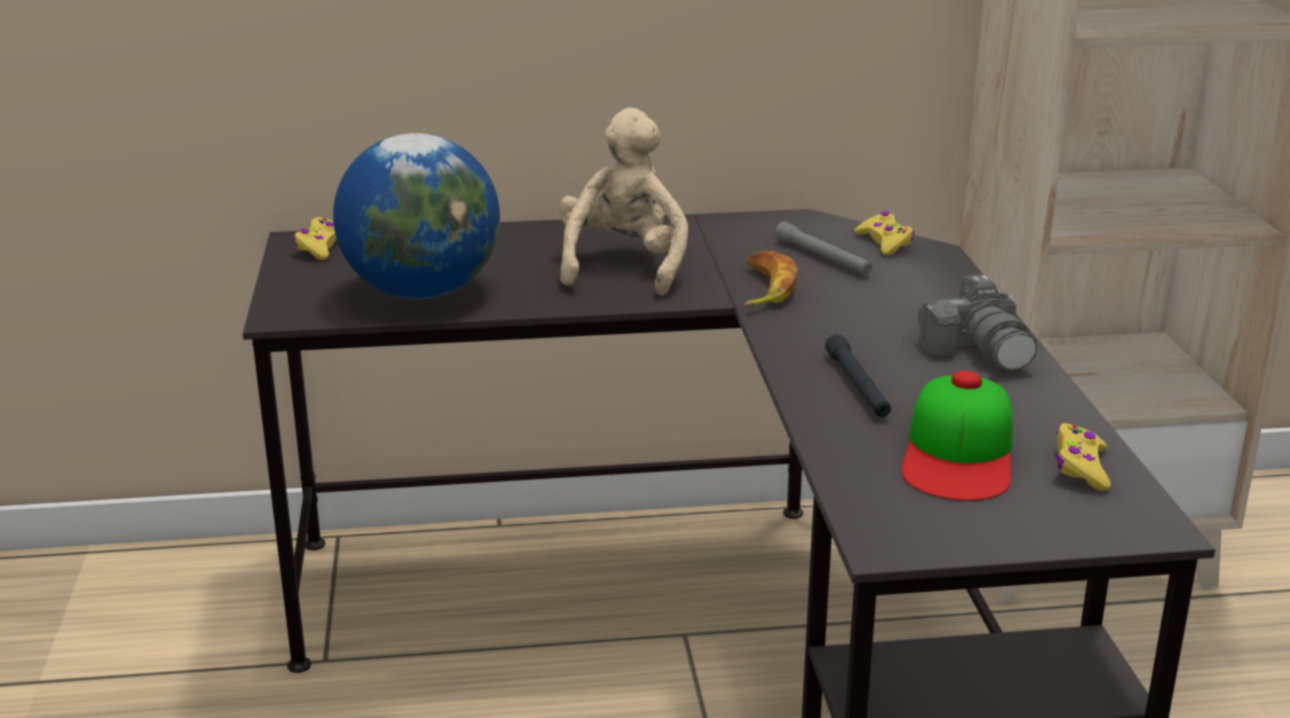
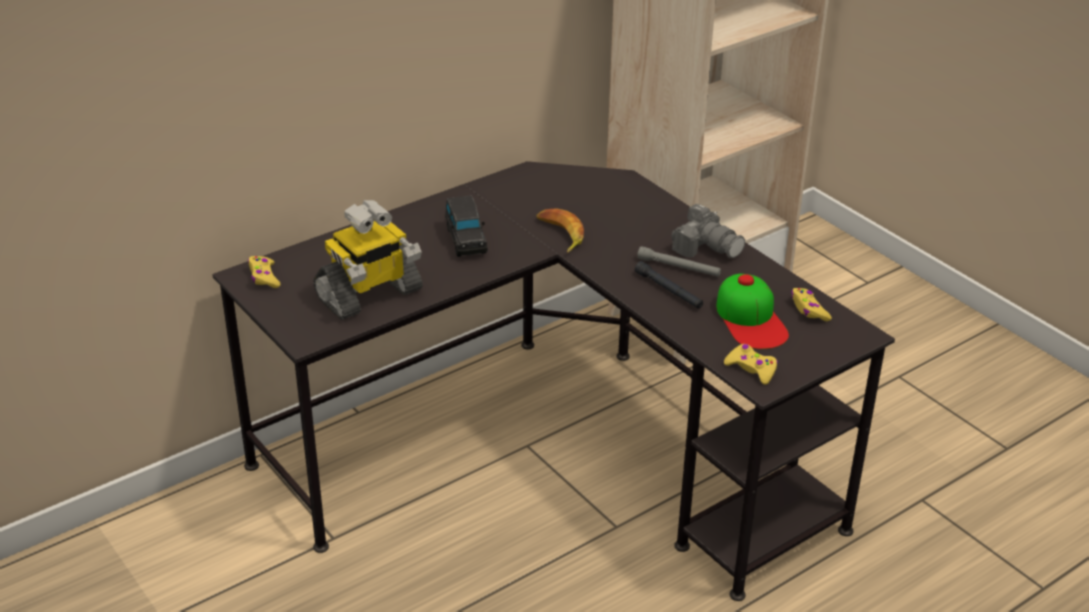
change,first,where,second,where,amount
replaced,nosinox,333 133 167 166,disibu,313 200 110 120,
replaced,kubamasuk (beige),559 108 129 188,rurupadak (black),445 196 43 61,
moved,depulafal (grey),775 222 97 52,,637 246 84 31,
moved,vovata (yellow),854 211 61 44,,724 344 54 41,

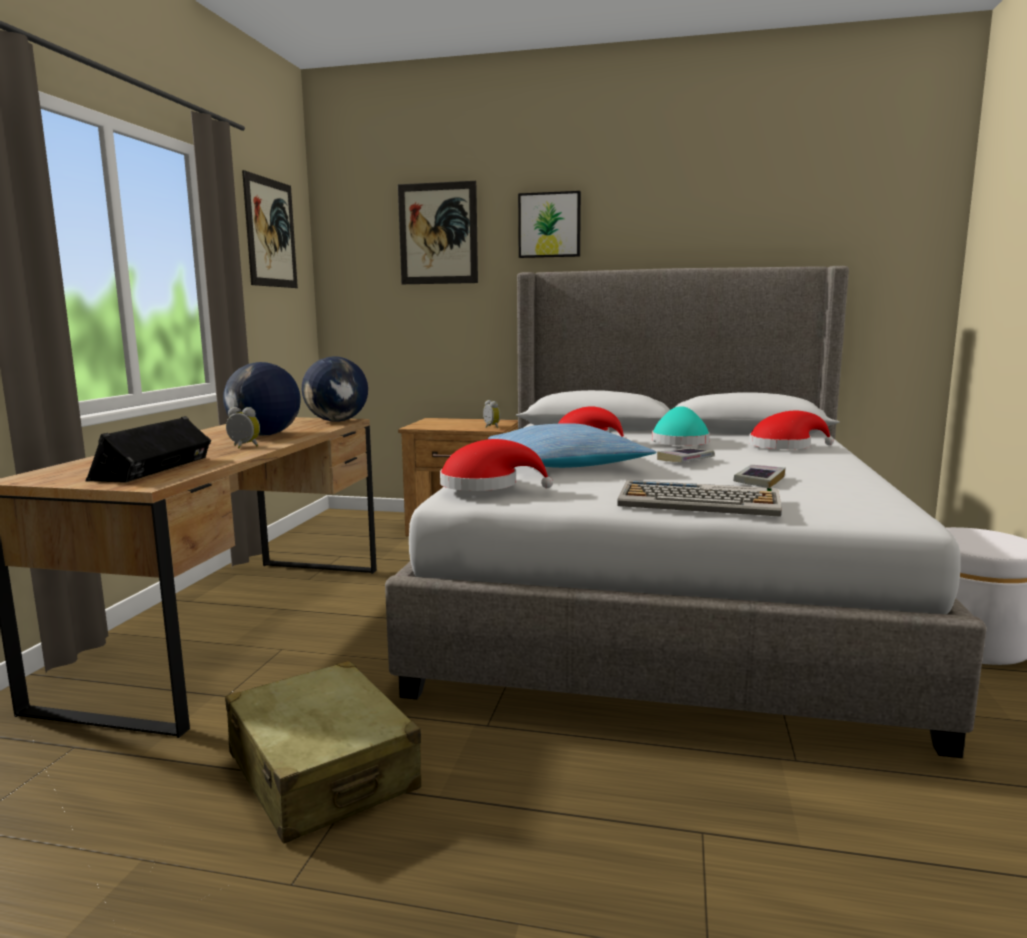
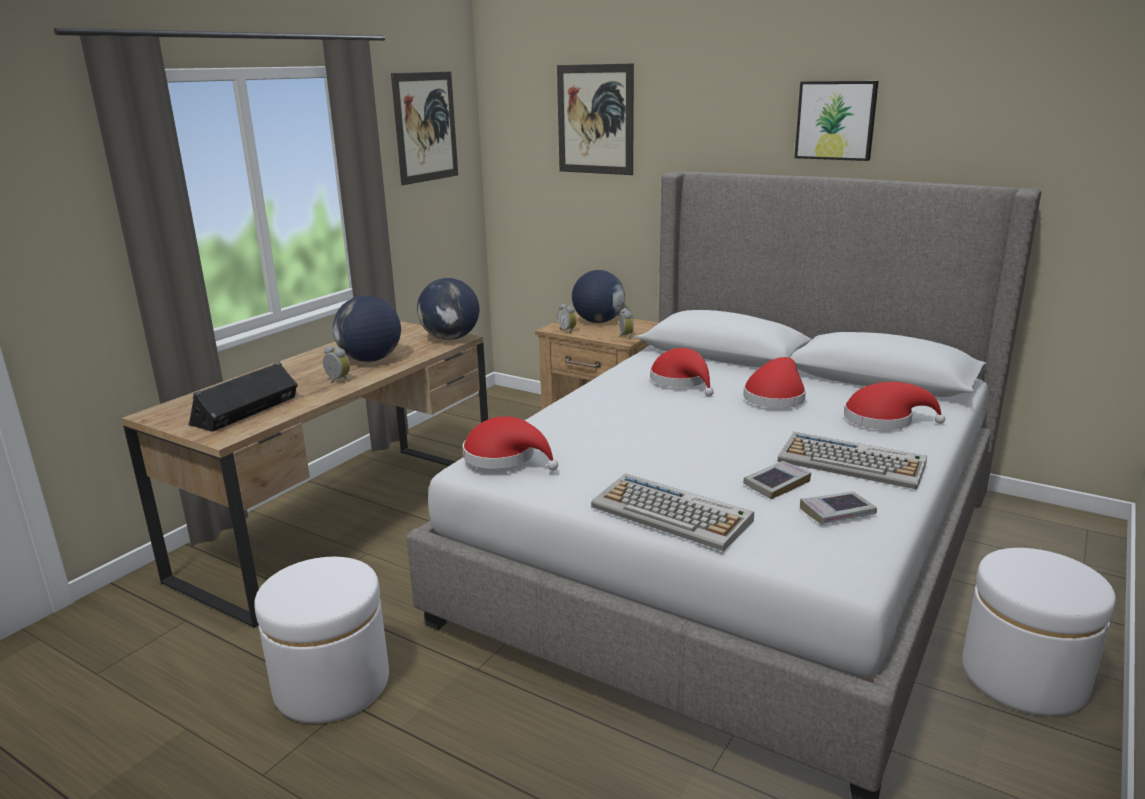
change,first,where,second,where,amount
replaced,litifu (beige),225 660 196 184,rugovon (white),254 557 135 167,
removed,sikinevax,488 423 168 45,,,
moved,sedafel,518 191 63 67,,795 81 84 80,
recoloured,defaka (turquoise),652 406 58 40,defaka (red),743 357 63 51,
moved,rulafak,657 448 58 14,,800 491 77 33,
added,,,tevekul,557 304 20 30,
added,,,nosinox,572 270 53 53,
added,,,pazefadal,778 432 149 58,

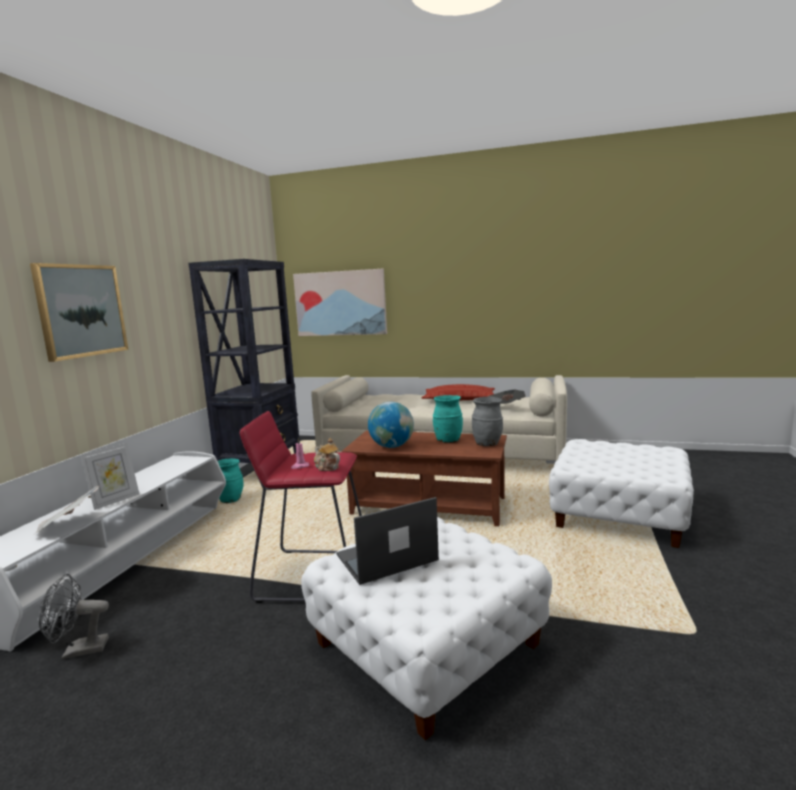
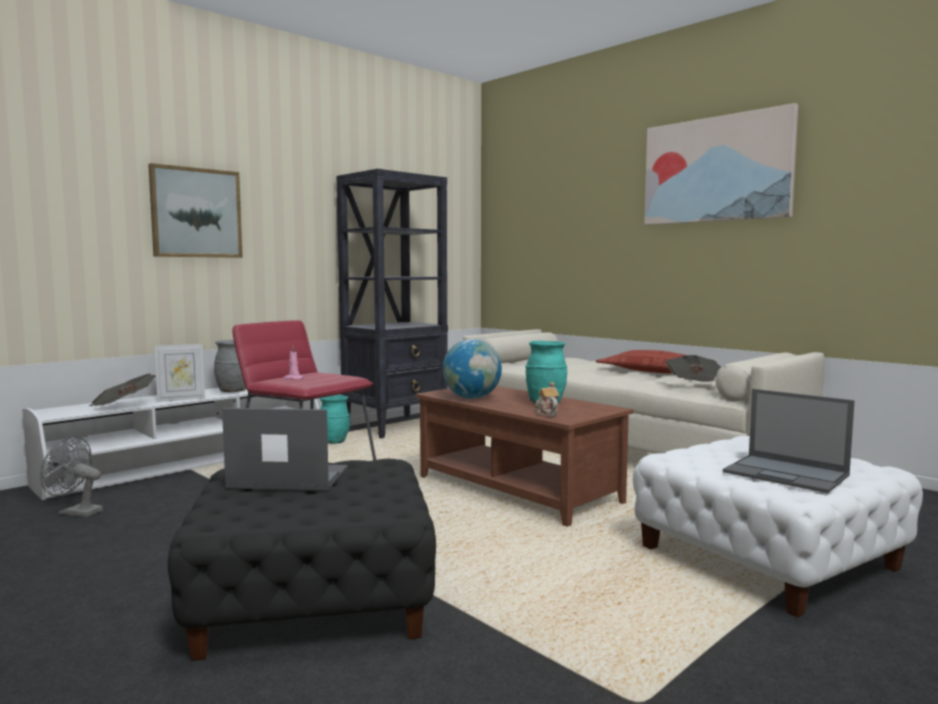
change,first,where,second,where,amount
moved,sedafel,293 269 94 67,,644 103 154 122,
recoloured,rugovon (white),301 517 251 224,rugovon (black),168 459 268 202,
moved,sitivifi,314 438 26 33,,535 382 24 35,
moved,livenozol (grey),472 396 31 50,,214 340 32 52,
added,,,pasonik,723 389 132 104,

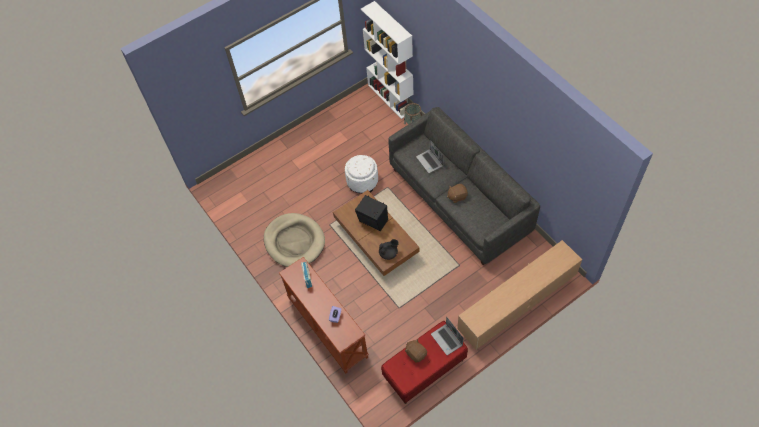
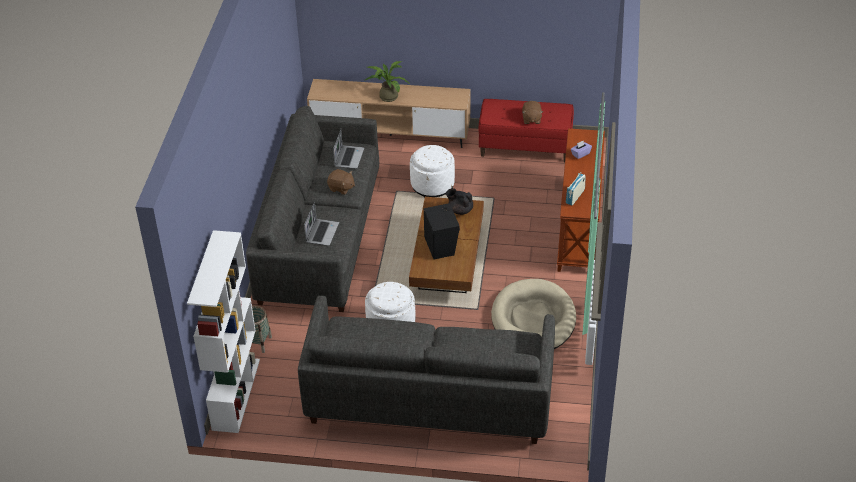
change,first,where,second,where,amount
moved,pasonik,431 317 32 38,,333 129 31 40,
added,,,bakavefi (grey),298 296 257 148,
added,,,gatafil,365 61 45 41,
added,,,rugovon (white),410 145 45 53,

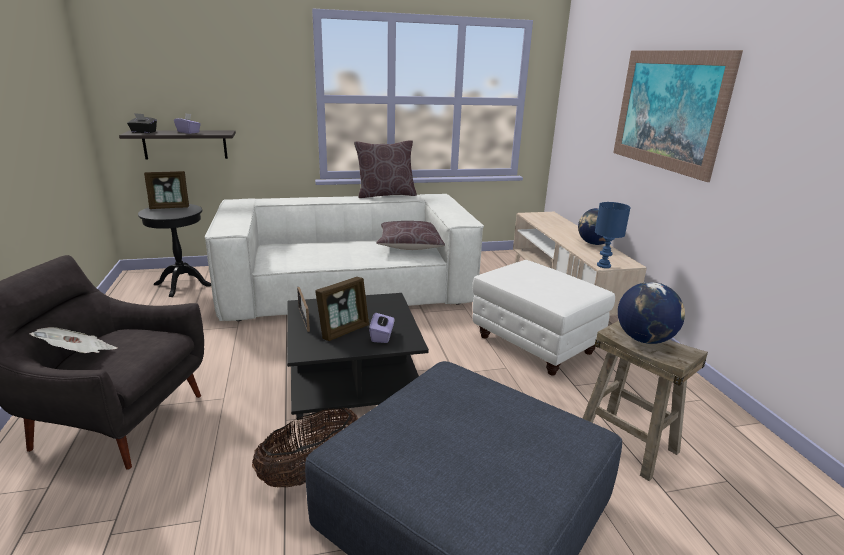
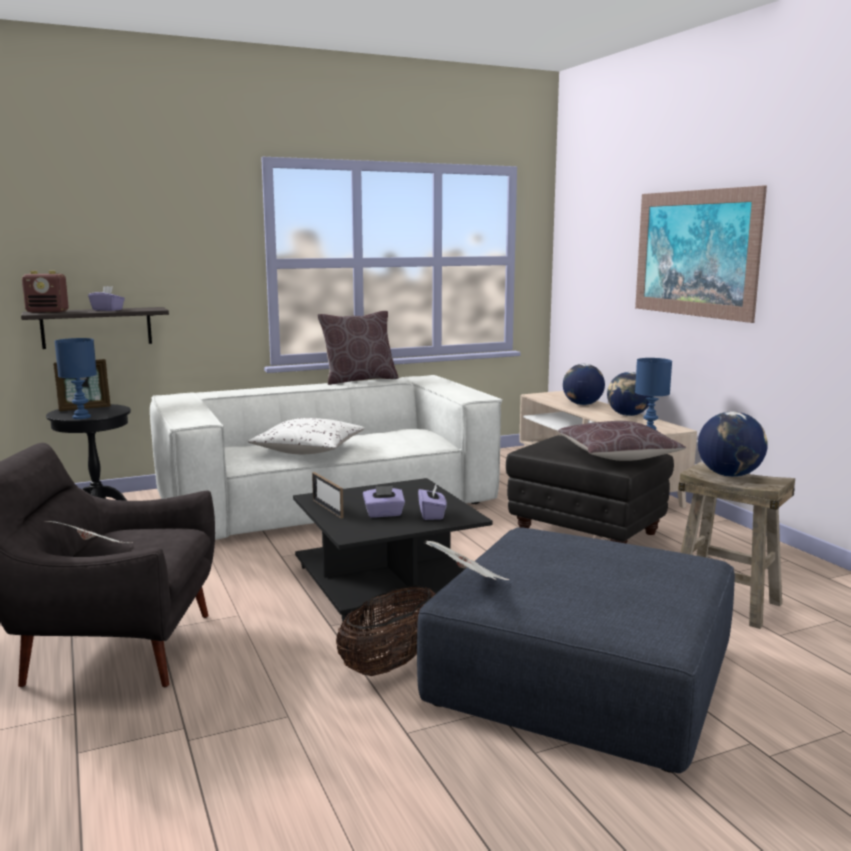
change,first,where,second,where,amount
replaced,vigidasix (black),127 113 30 20,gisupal,22 271 47 42,
replaced,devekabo,315 277 54 64,vigidasix (purple),363 486 42 32,
moved,sikinevax (brown),376 221 69 29,,558 421 128 40,
recoloured,rugovon (white),472 260 143 115,rugovon (black),506 435 168 108,
added,,,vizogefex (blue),54 338 43 81,
added,,,sikinevax (white),248 418 116 36,
added,,,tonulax,425 541 84 39,
added,,,nosinox,563 364 42 41,

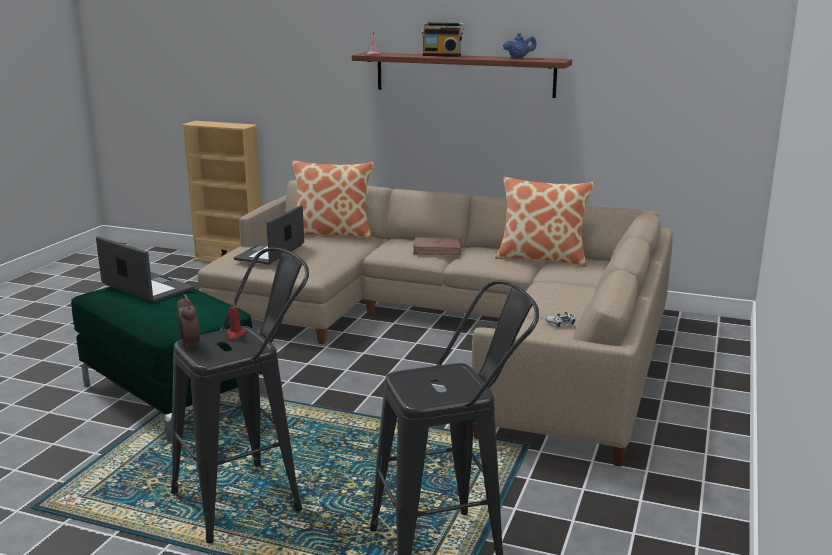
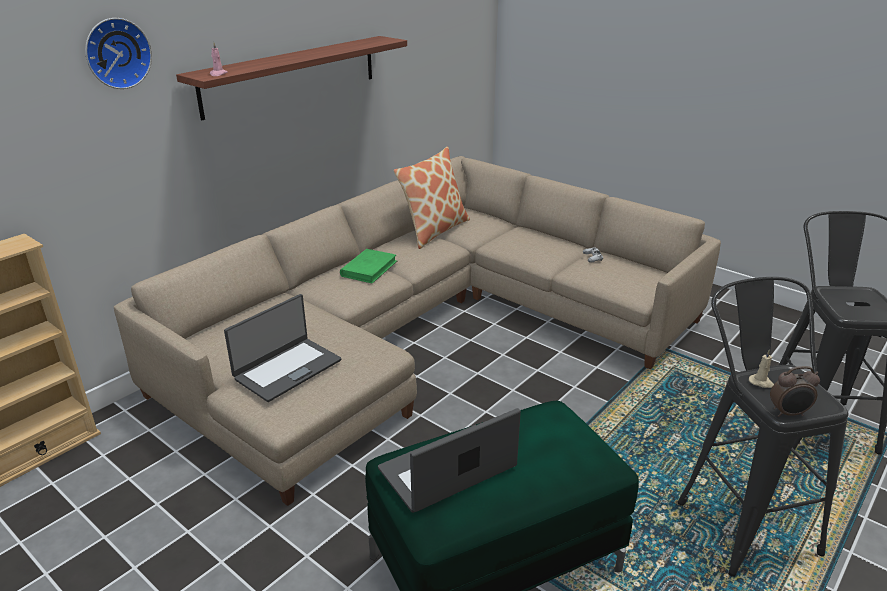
change,first,where,second,where,amount
recoloured,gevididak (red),226 300 20 40,gevididak (beige),749 349 25 39,
turned,pasonik,234 205 70 59,,224 294 117 108,90 degrees counterclockwise
removed,sikinevax,292 160 82 79,,,
recoloured,rulafak (brown),413 237 48 18,rulafak (green),340 249 57 35,
removed,gisupal,421 22 43 35,,,
removed,sitivifi (blue),503 33 33 25,,,
added,,,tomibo,85 18 67 71,

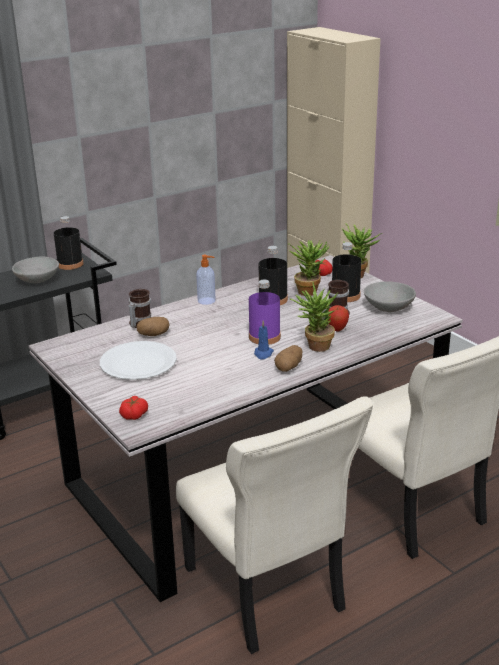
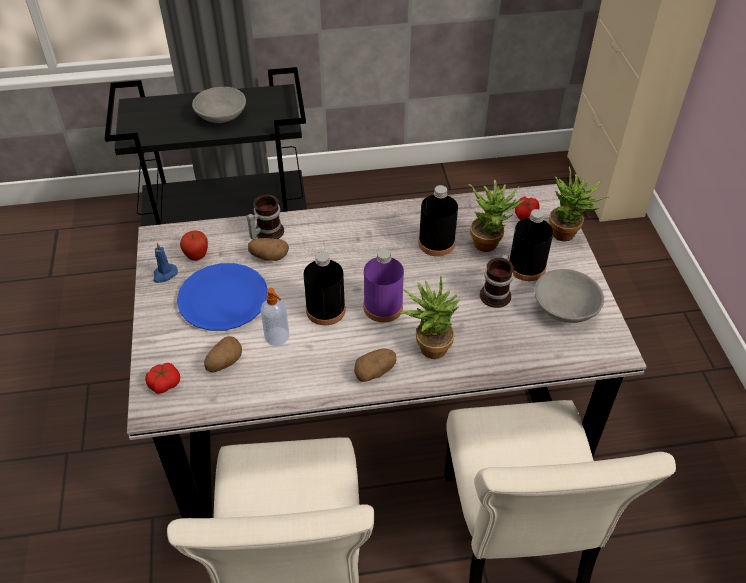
change,first,where,second,where,amount
moved,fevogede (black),54 216 30 54,,303 252 43 73,
recoloured,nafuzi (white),100 341 77 39,nafuzi (blue),177 263 91 68,
moved,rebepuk,196 255 20 50,,261 288 28 58,
moved,gevididak (blue),254 321 20 38,,153 243 25 40,
moved,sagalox,328 305 21 26,,180 230 28 31,
added,,,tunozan,204 336 38 36,

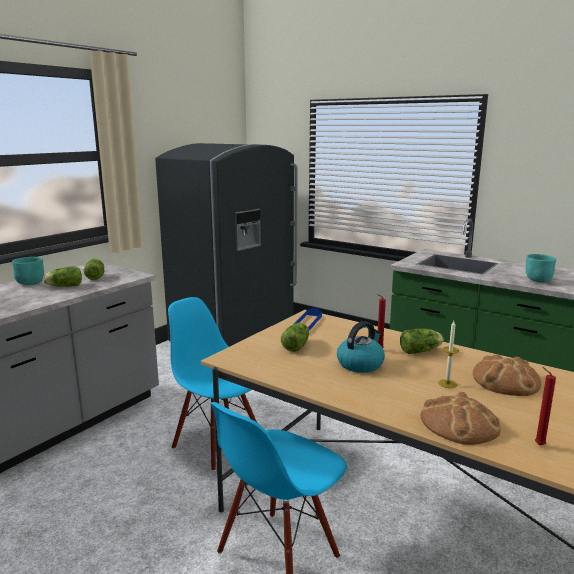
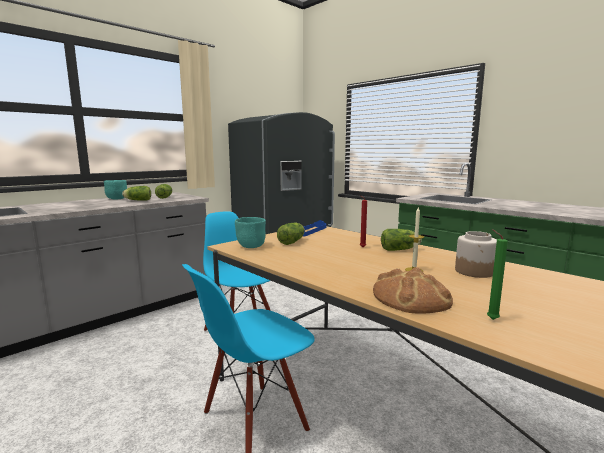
change,first,where,second,where,amount
removed,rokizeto,337 321 48 52,,,
replaced,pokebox,473 354 69 42,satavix,455 231 42 47,
moved,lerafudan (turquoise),526 254 30 29,,235 217 31 31,
recoloured,gevididak (red),535 367 21 78,gevididak (green),487 229 21 91,

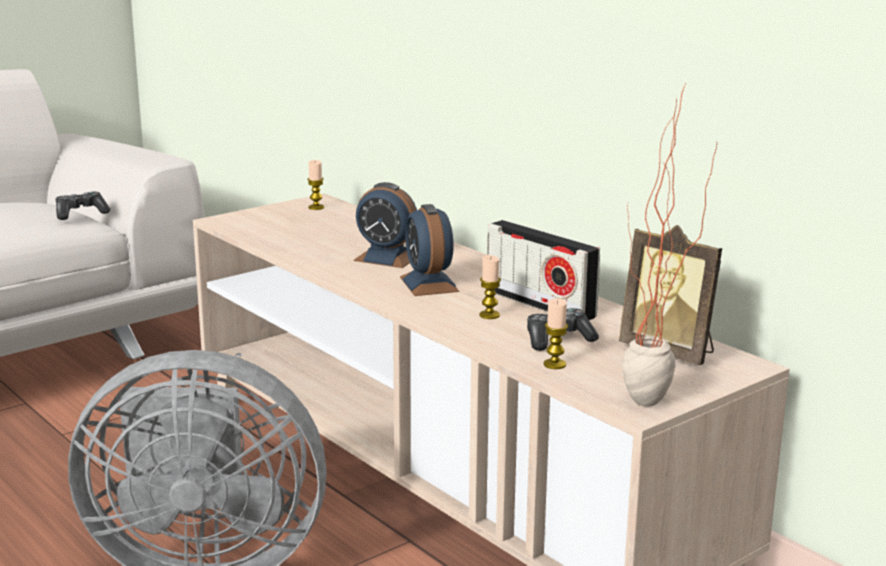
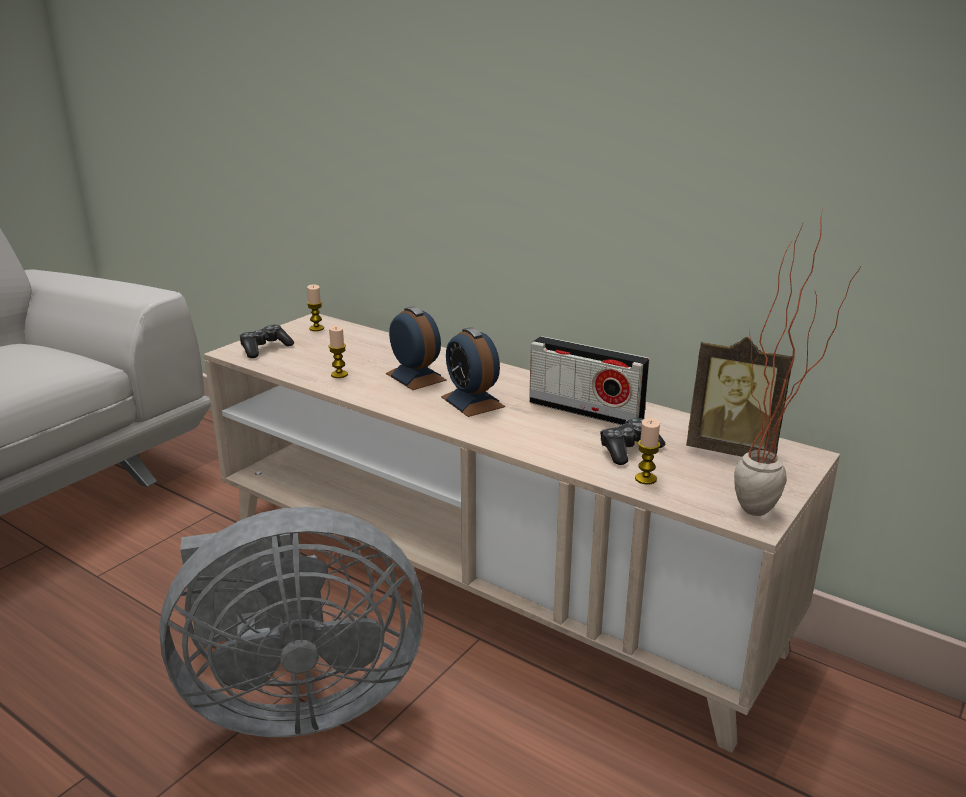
change,first,where,second,where,amount
moved,vovata,55 192 55 28,,240 325 54 33,
turned,tevekul,354 182 63 86,,386 306 61 84,135 degrees counterclockwise
moved,gevididak,480 255 21 64,,329 326 19 52,

